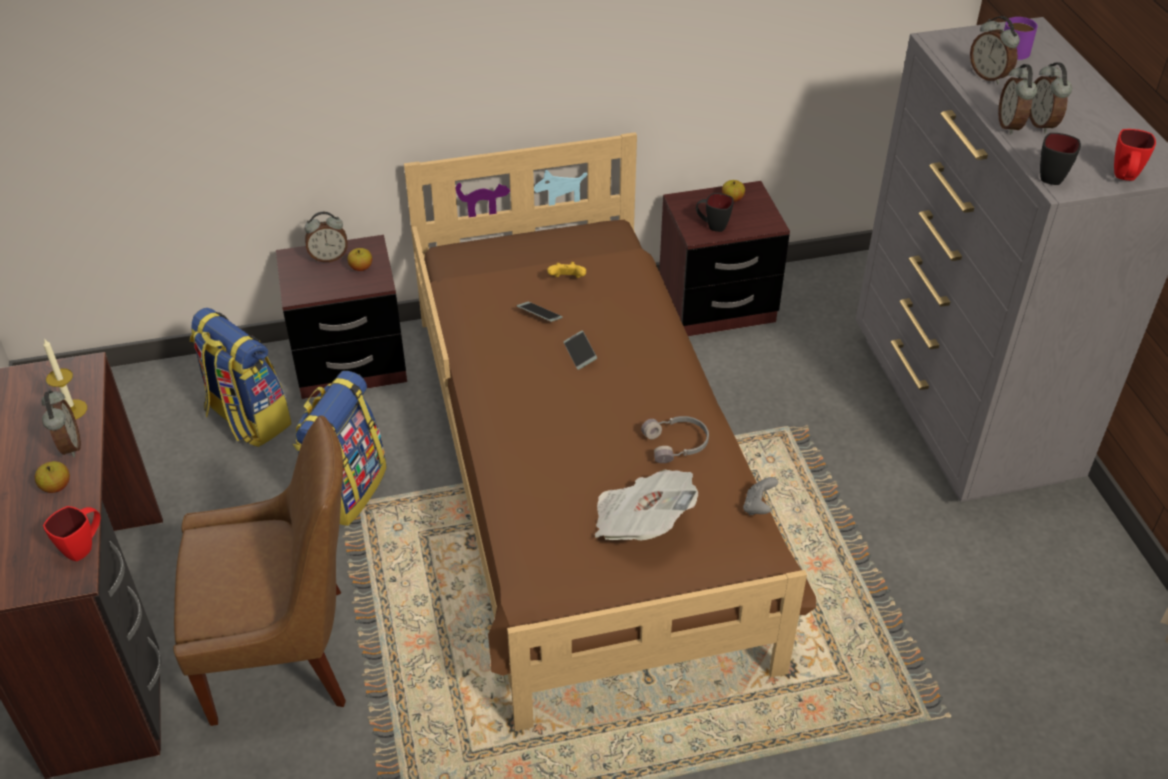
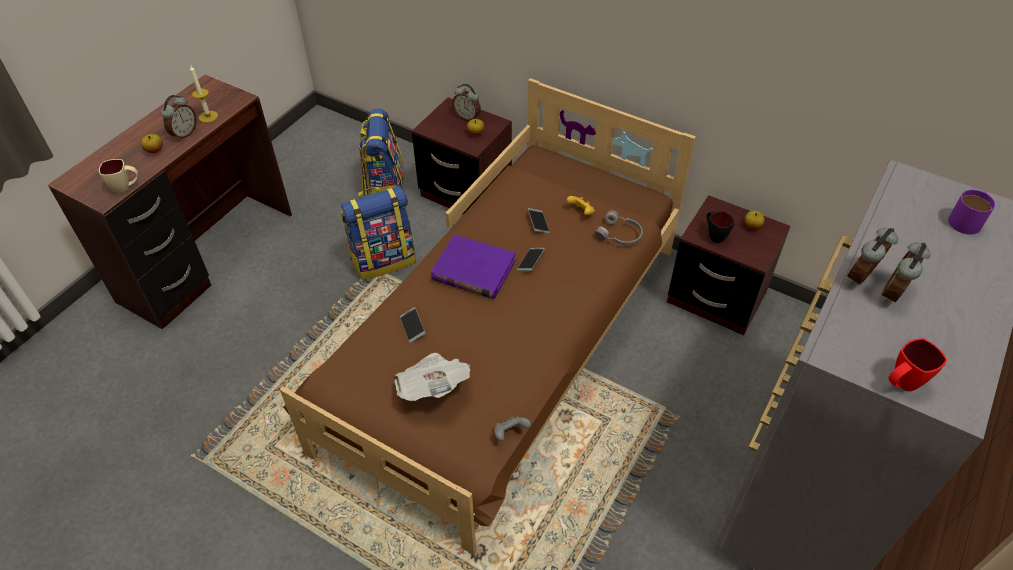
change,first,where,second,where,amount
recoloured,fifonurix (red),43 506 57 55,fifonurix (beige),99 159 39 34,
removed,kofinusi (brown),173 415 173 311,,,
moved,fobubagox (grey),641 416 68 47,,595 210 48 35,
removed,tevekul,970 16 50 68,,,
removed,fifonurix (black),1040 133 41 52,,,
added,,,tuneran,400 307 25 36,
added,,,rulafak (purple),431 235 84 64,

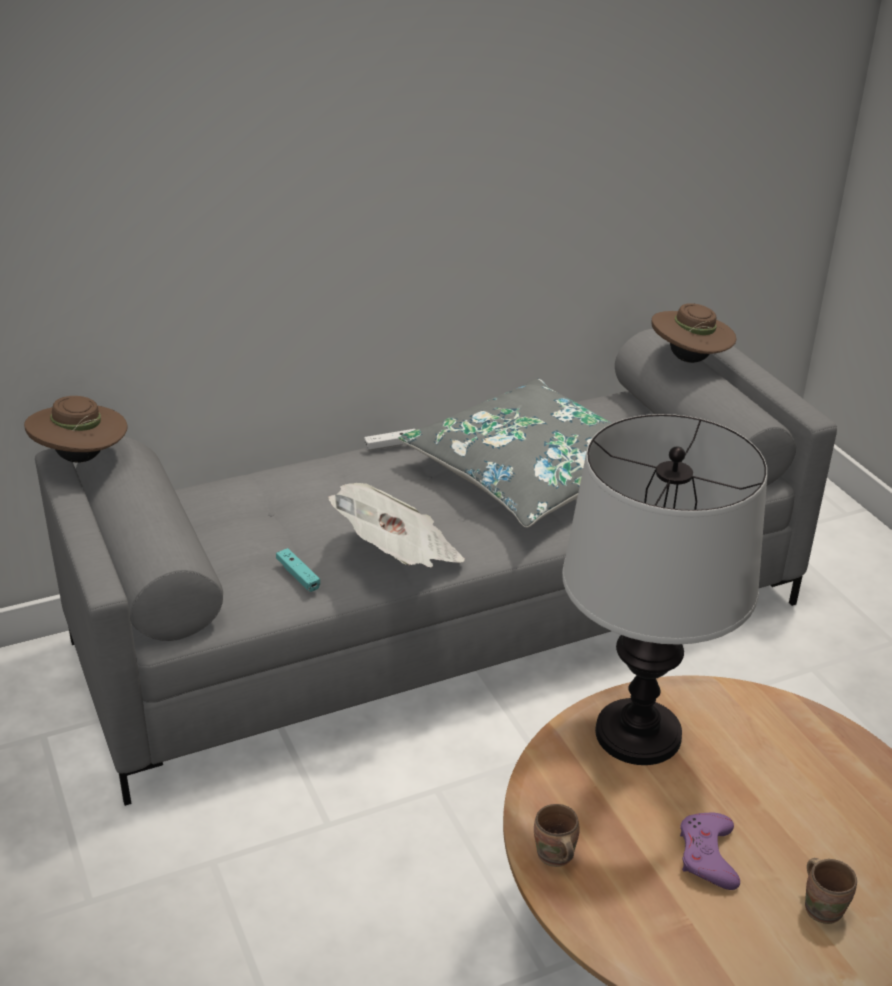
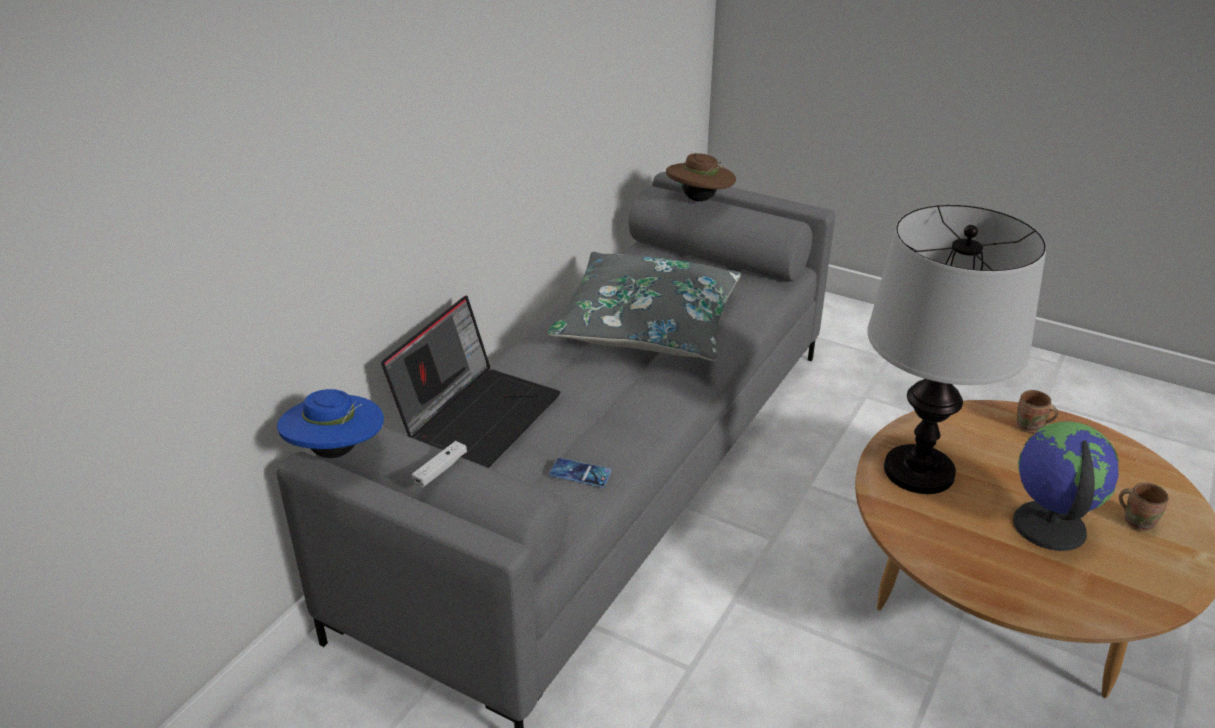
change,first,where,second,where,amount
recoloured,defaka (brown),24 396 104 67,defaka (blue),277 389 107 69,
replaced,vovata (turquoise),276 548 44 44,tuneran,549 458 63 29,
removed,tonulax,328 483 137 84,,,
moved,vovata (white),364 429 52 22,,412 441 55 47,
moved,fifonurix (brown),534 804 46 63,,1017 390 41 43,
replaced,vovata (purple),680 813 60 77,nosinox,1013 421 105 130,
added,,,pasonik,381 295 180 173,

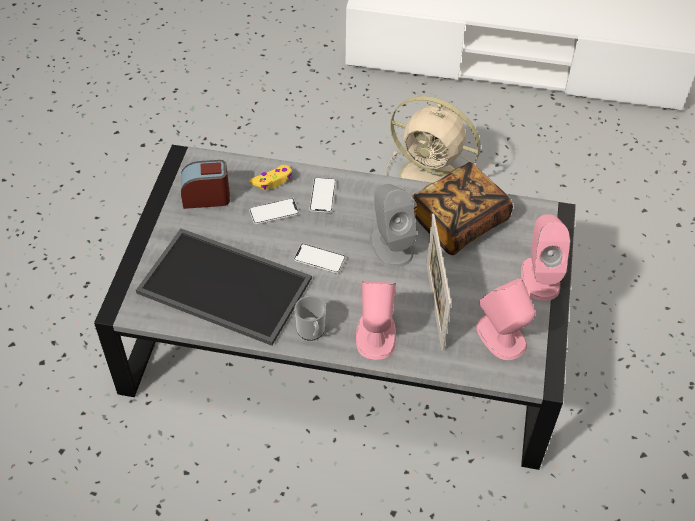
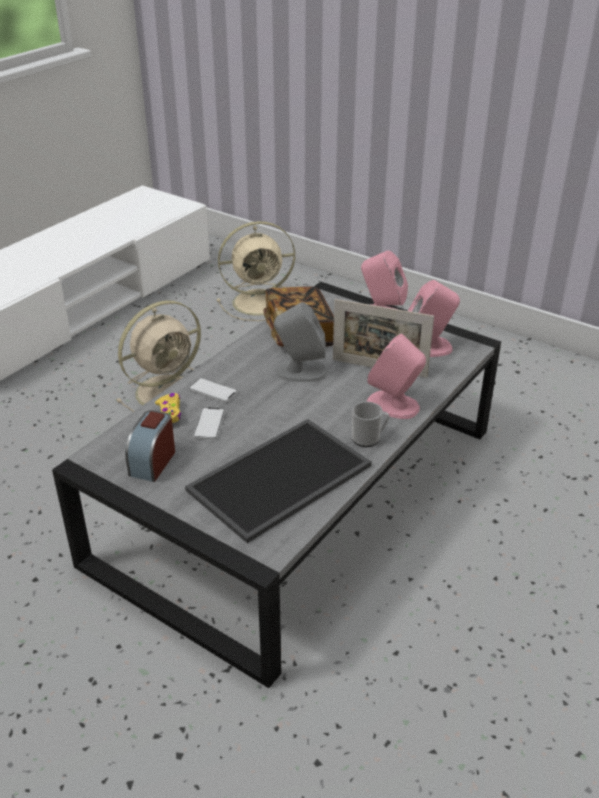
change,first,where,second,where,amount
removed,tuneran,294 244 52 30,,,
added,,,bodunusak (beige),217 221 78 100,

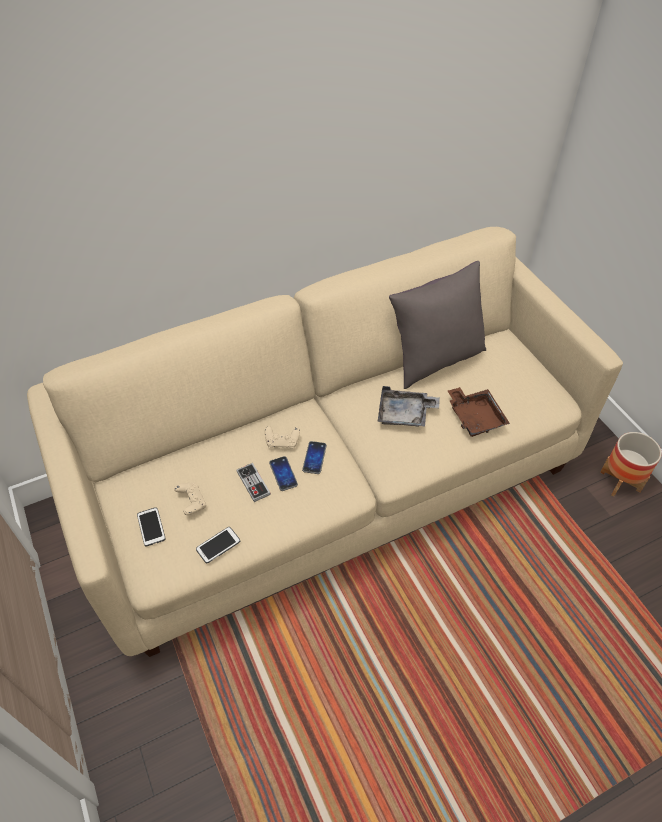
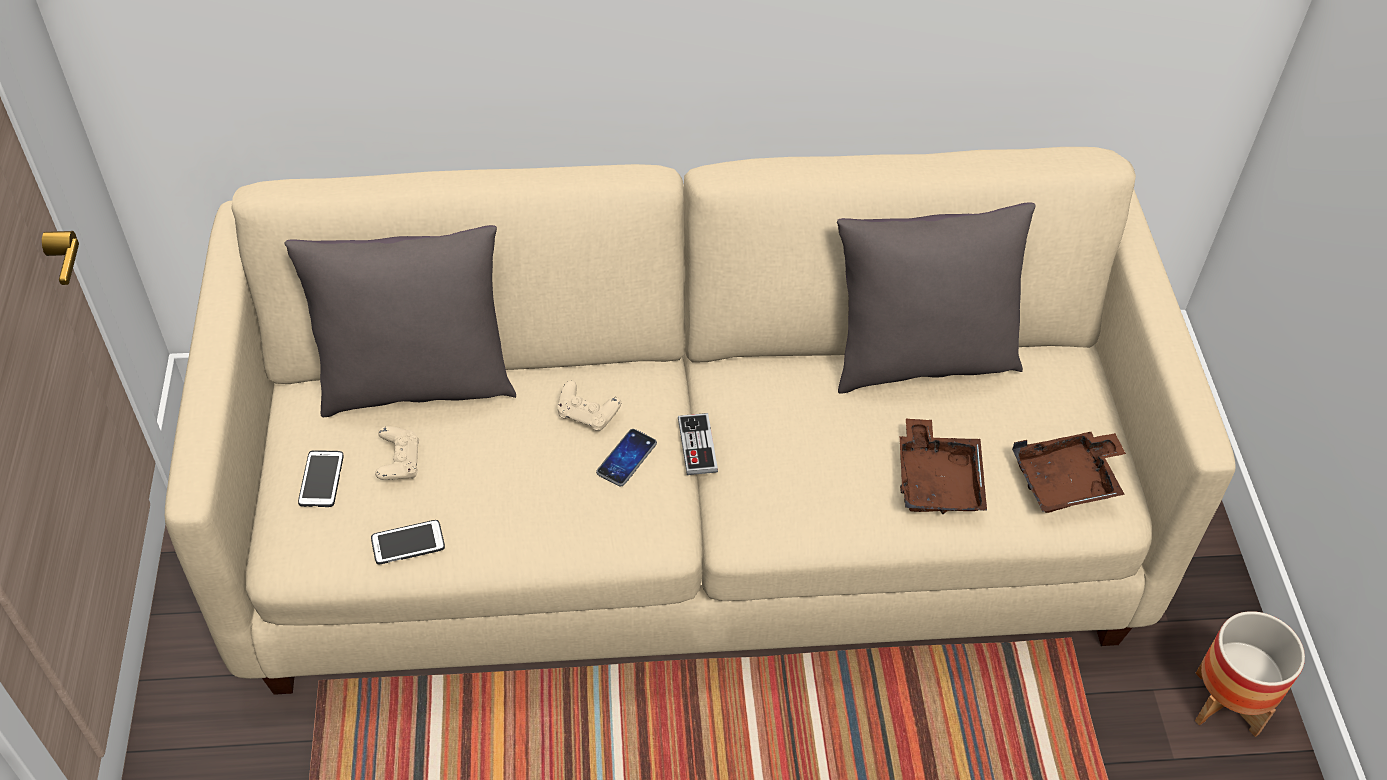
change,first,where,second,where,amount
moved,vovata,236 463 35 39,,678 413 40 62,
removed,tuneran,269 456 29 35,,,
removed,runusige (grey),378 386 62 41,,,
added,,,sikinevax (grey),284 225 232 192,
added,,,runusige (brown),1012 432 114 81,

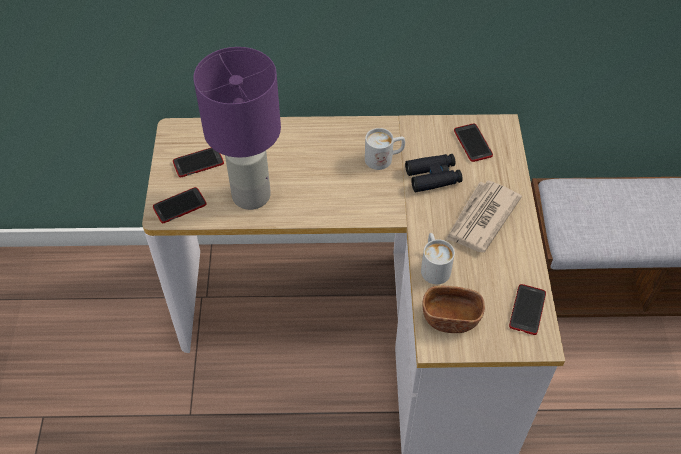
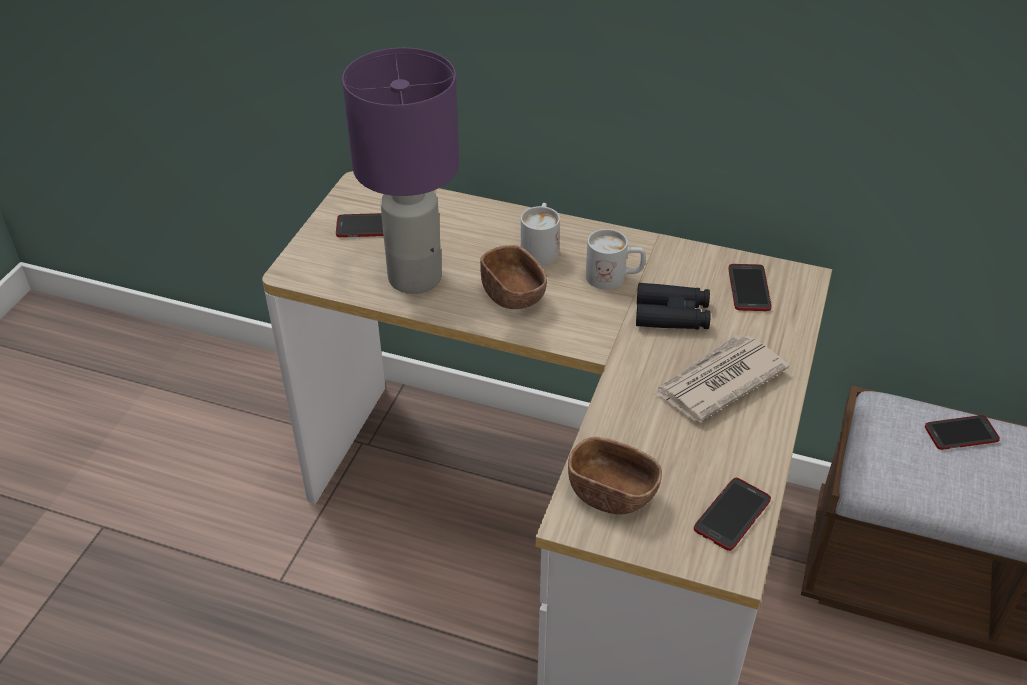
change,first,where,second,where,amount
moved,tuneran,153 187 54 36,,925 415 75 35,
moved,fifonurix (white),421 233 34 51,,521 203 39 63,
added,,,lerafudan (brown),480 245 67 64,

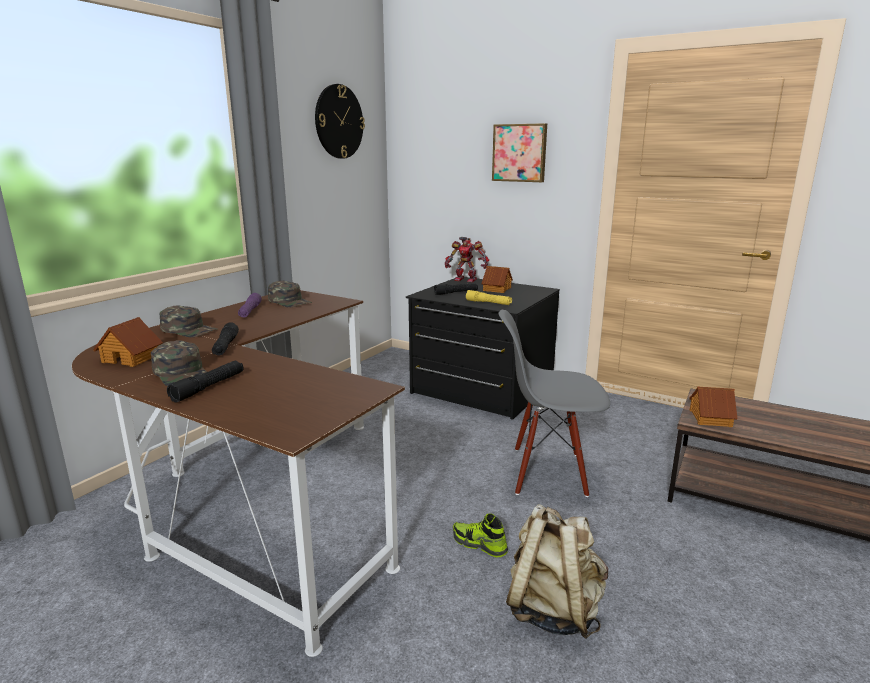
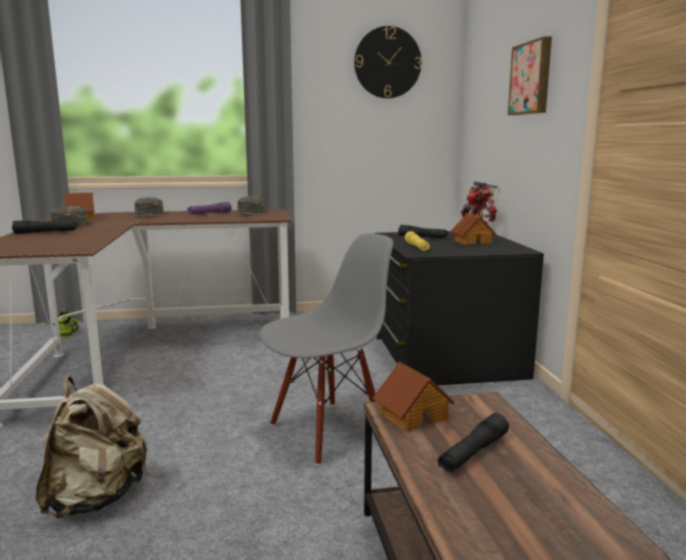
change,first,where,second,where,amount
moved,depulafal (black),212 322 27 33,,438 413 71 59,
moved,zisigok,453 513 55 44,,58 310 21 27,
turned,kofinusi (grey),499 310 111 187,,260 233 133 232,90 degrees clockwise

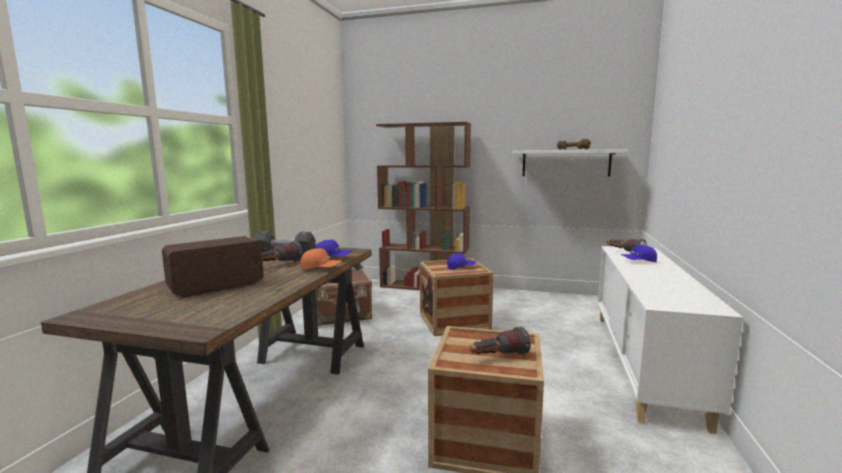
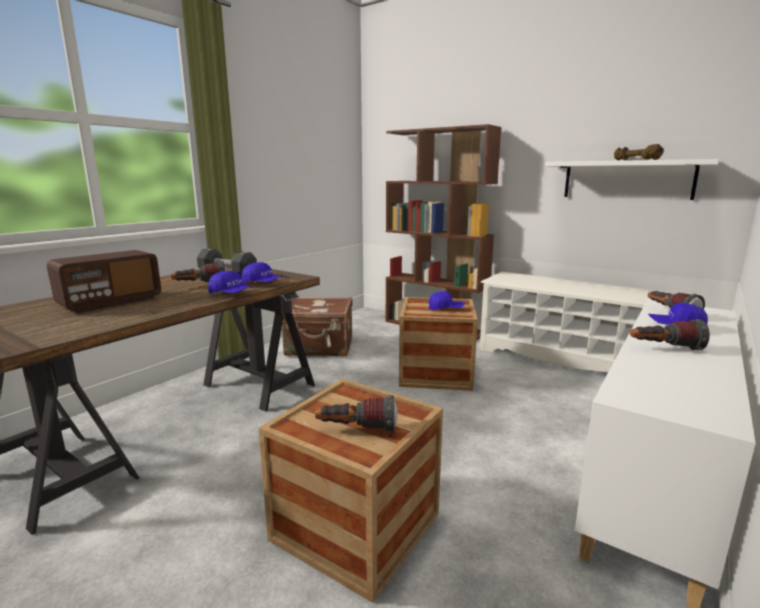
change,first,where,second,where,amount
turned,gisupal,162 236 102 61,,47 250 114 63,150 degrees clockwise
recoloured,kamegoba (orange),301 248 41 22,kamegoba (blue),208 271 45 22,
added,,,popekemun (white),480 272 193 100,
added,,,depulafal,630 319 80 31,

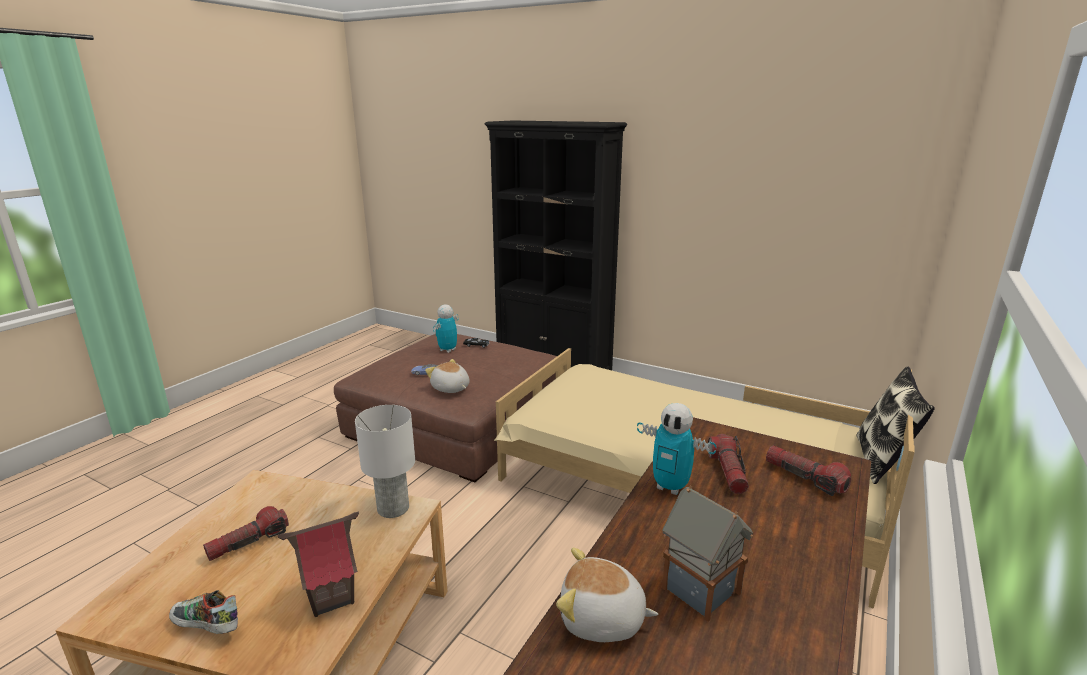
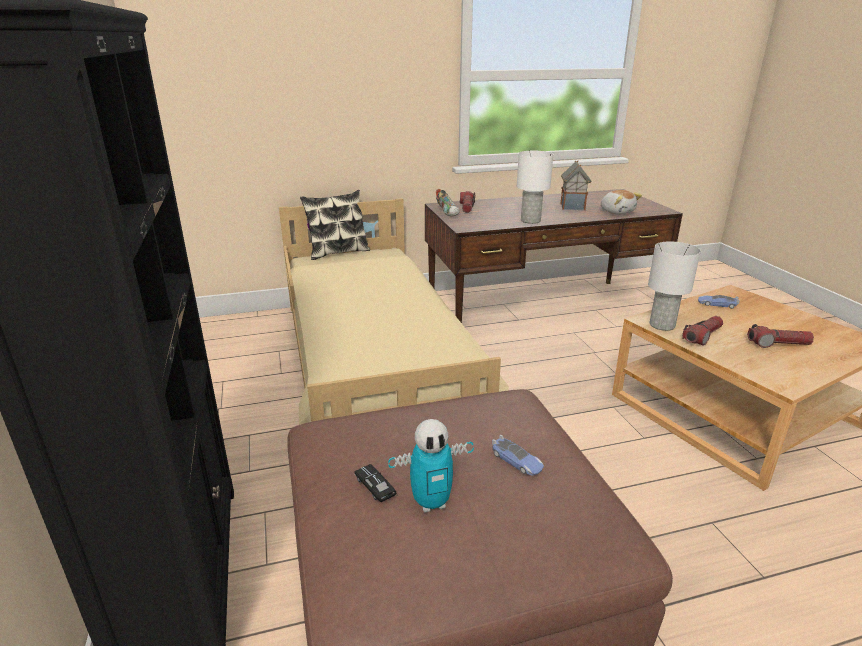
change,first,where,second,where,amount
moved,zisigok,169 590 69 44,,436 189 24 28,
replaced,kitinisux,278 512 81 105,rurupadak,698 295 42 14,
removed,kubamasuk,425 359 45 34,,,
replaced,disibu,637 403 79 92,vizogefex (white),517 151 36 73,
moved,depulafal,708 434 41 60,,682 316 41 29,

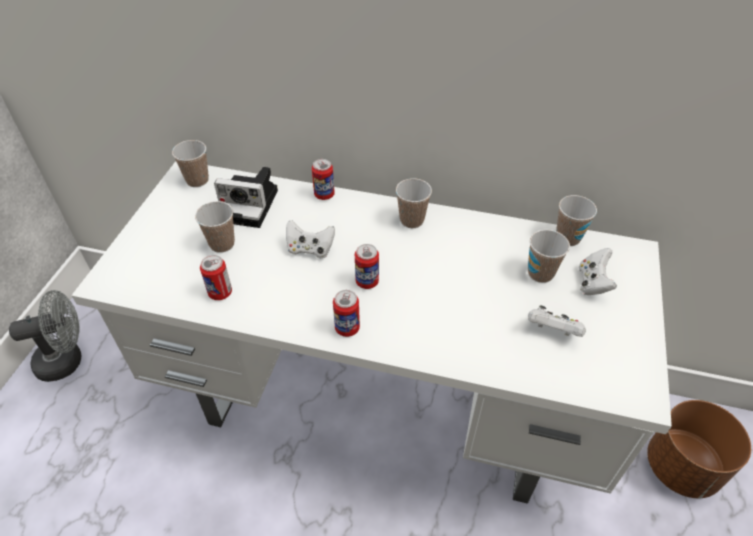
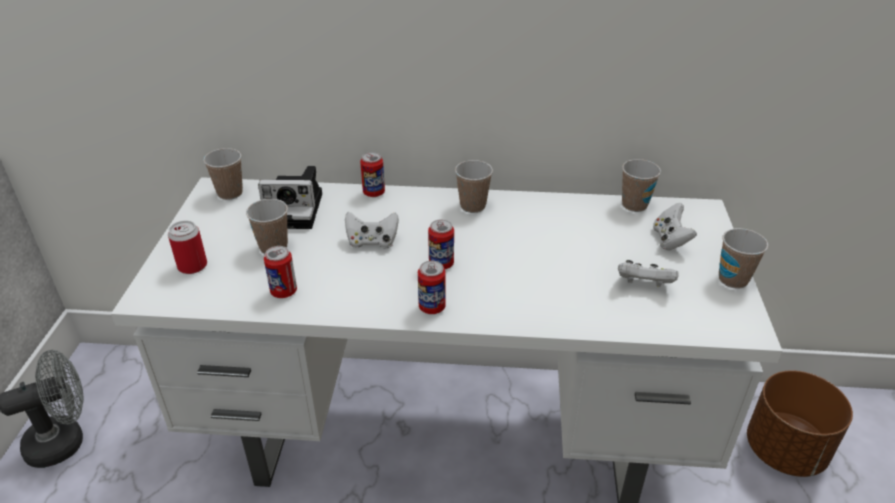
change,first,where,second,where,amount
moved,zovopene,528 230 42 53,,719 228 49 61,
added,,,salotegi,168 221 39 53,

